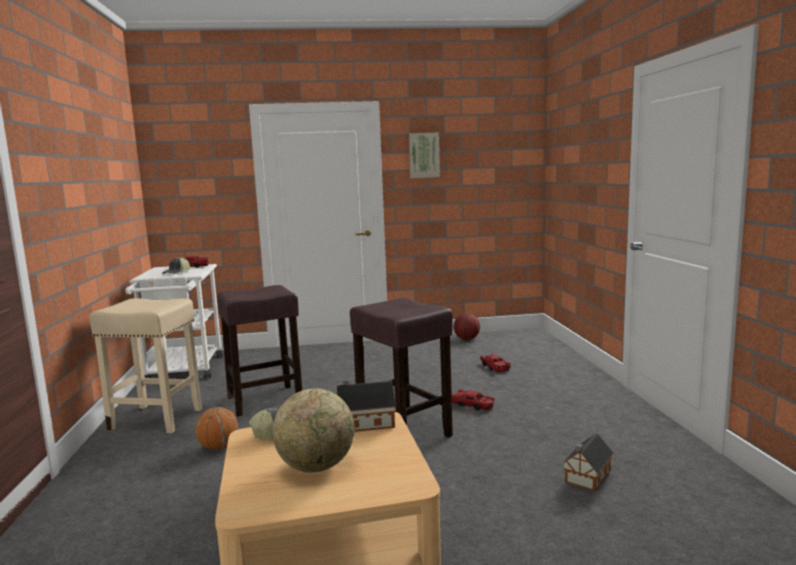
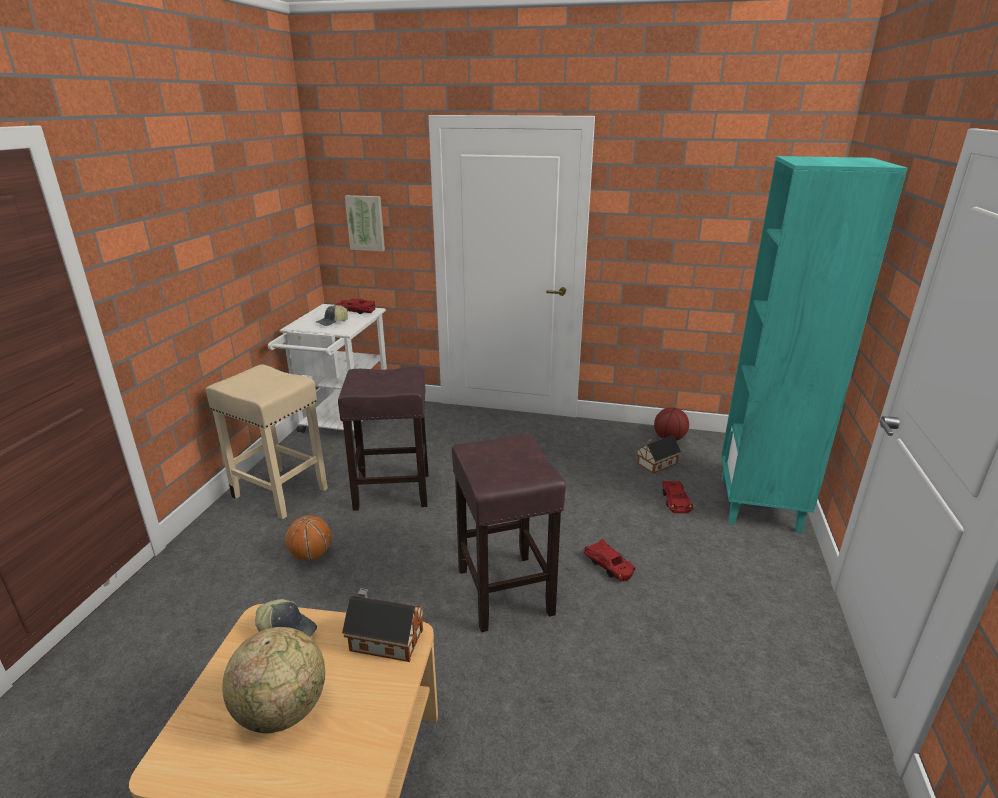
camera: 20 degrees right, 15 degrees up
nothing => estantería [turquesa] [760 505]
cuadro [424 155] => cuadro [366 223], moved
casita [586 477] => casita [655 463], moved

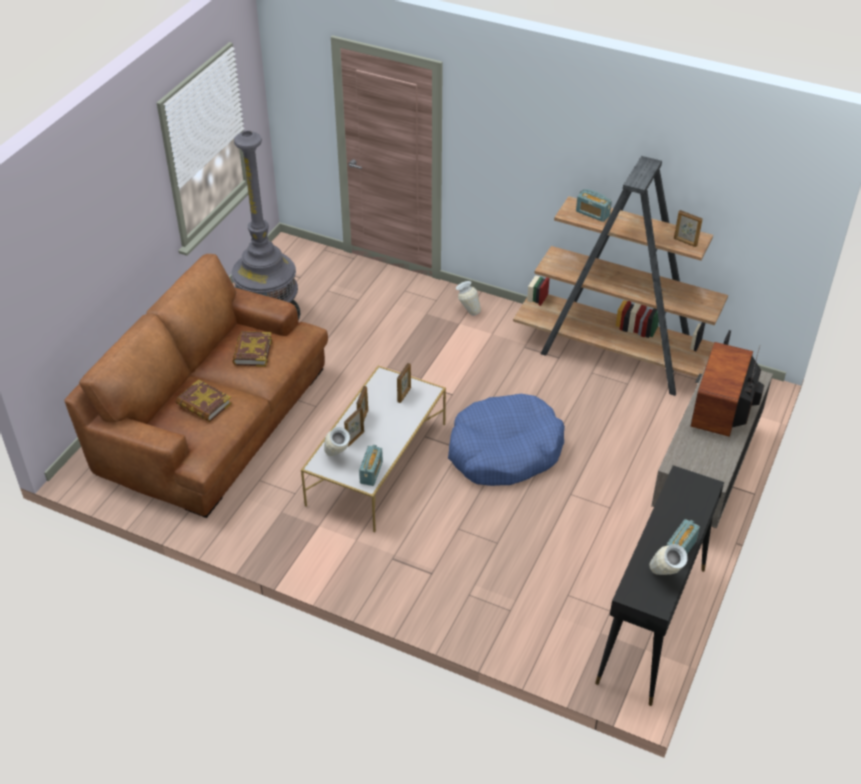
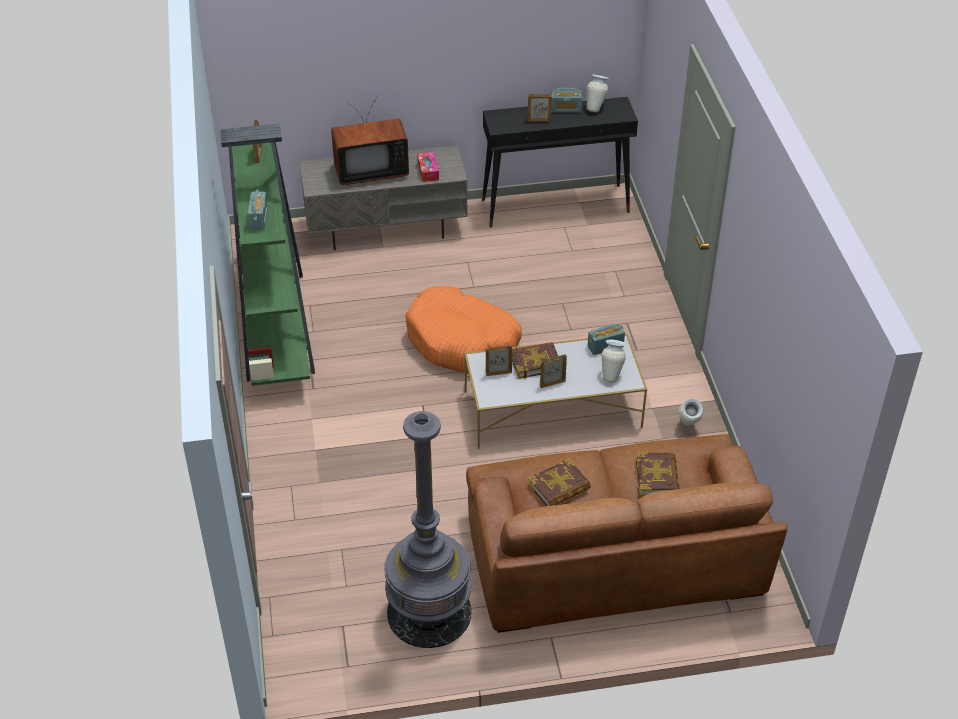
camera: 125 degrees left, 0 degrees up
nothing => caja de pañuelos [428 171]
nothing => libro [535 362]
portarretratos [354 438] => portarretratos [539 121], moved
florero [467 311] => florero [687 429], moved
cama para perro [azul] [504 451] => cama para perro [naranja] [462 341]
estantería [marrón] [619 356] => estantería [verde] [275 323]

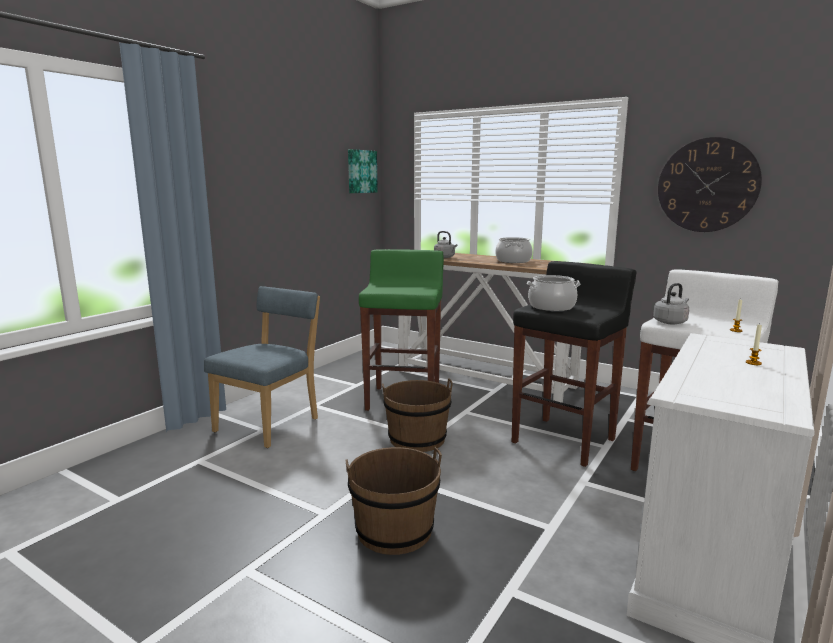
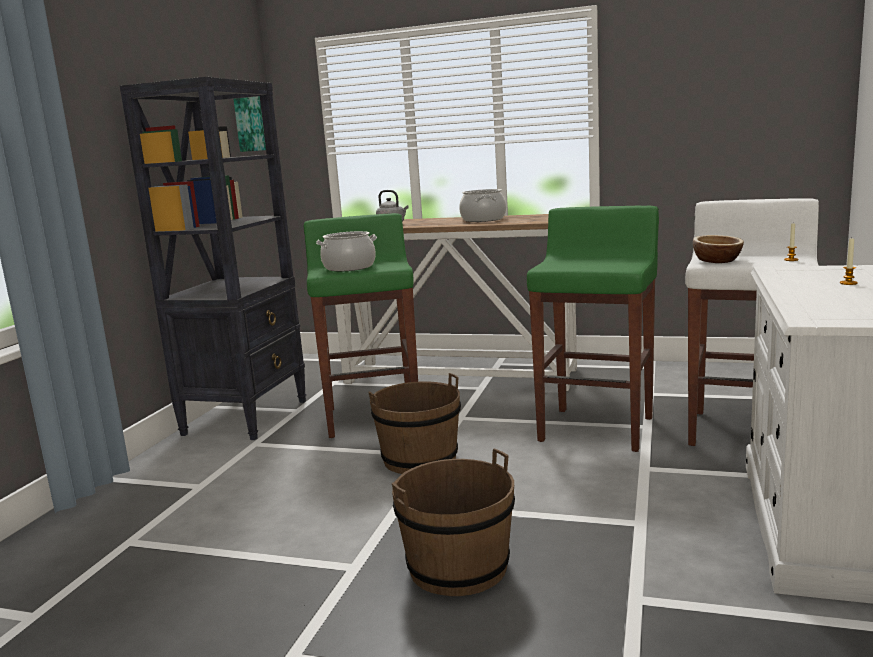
camera: 15 degrees left, 0 degrees up
silla [azul] [271 423] => nothing
reloj de pared [707 185] => nothing
nothing => estantería [negro] [247 417]
olla [551 307] => olla [349 267], moved
hervidor [gris] [671 322] => cuenco [717 261]
taburete [negro] [564 440] => taburete [verde] [597 428]

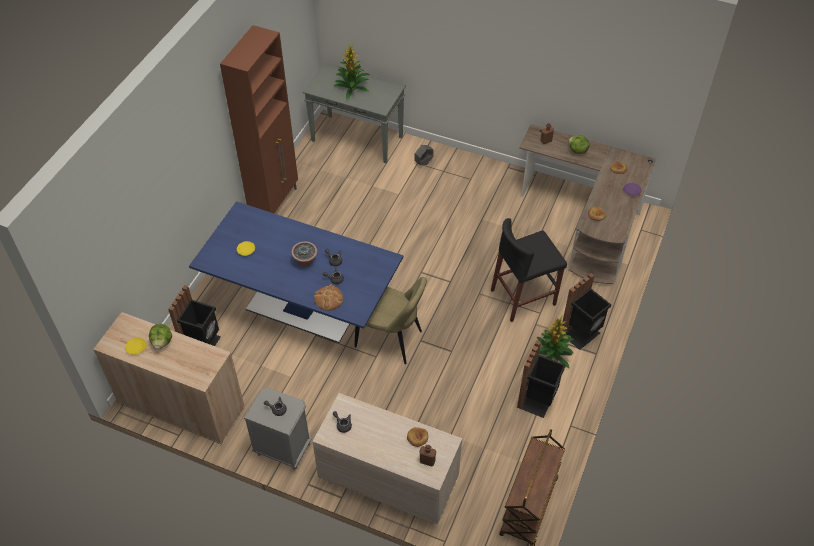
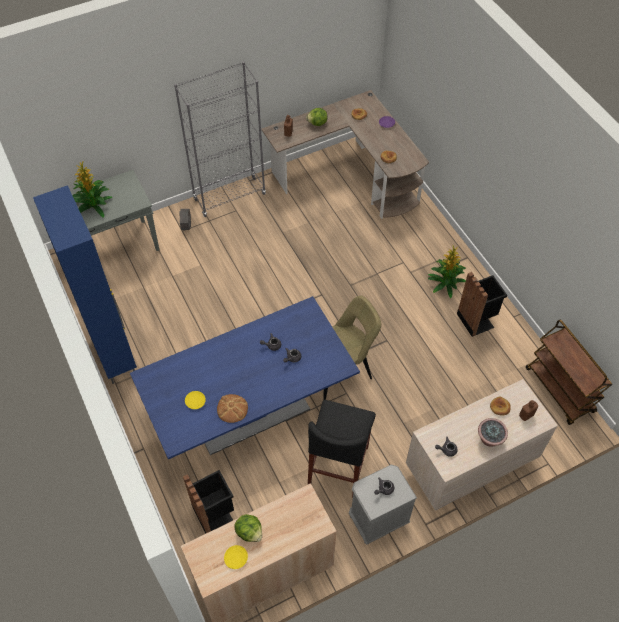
camera: 50 degrees left, 5 degrees up
papelera [negro] [581 334] => nothing
nothing => estantería [gris] [229 197]
planta en maceta [305 261] => planta en maceta [489 439], moved
pan [329 298] => pan [232 408], moved
taburete [negro] [523 297] => taburete [negro] [338 465], moved
armario [marrón] [275 202] => armario [azul] [114 355]

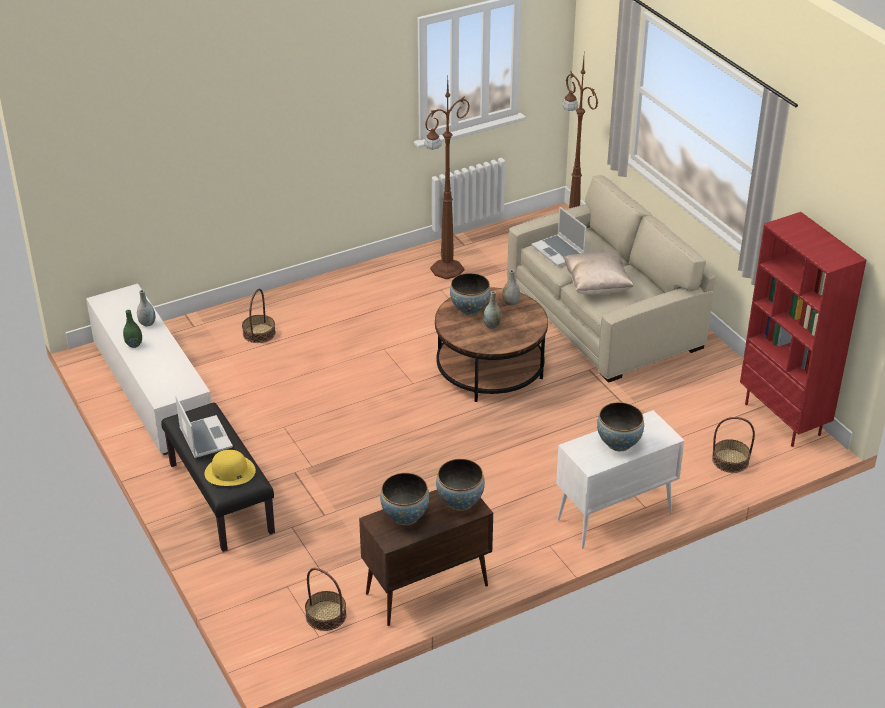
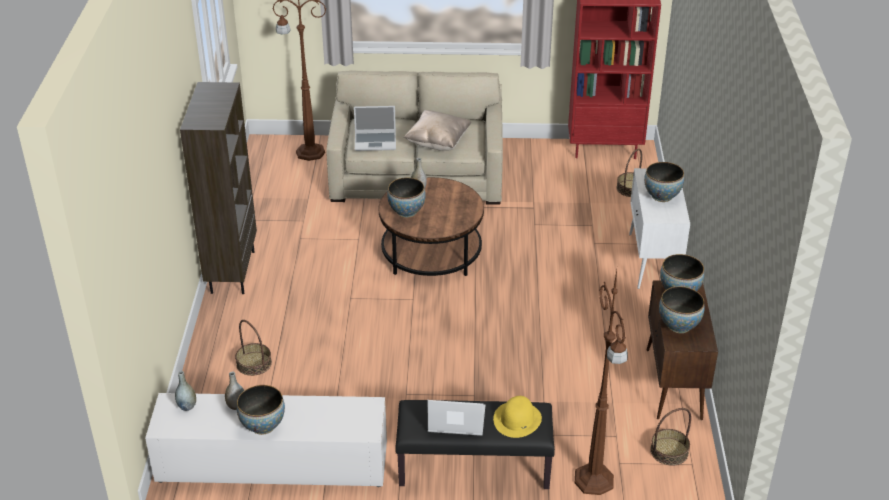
camera: 60 degrees left, 0 degrees up
nothing => estantería [marrón] [232 271]
lámpara de pie [marrón] [445 270] => lámpara de pie [marrón] [594 481], moved
florero [gris] [492 326] => florero [gris] [187 406], moved
florero [verde] [134 344] => cuenco [263 426]

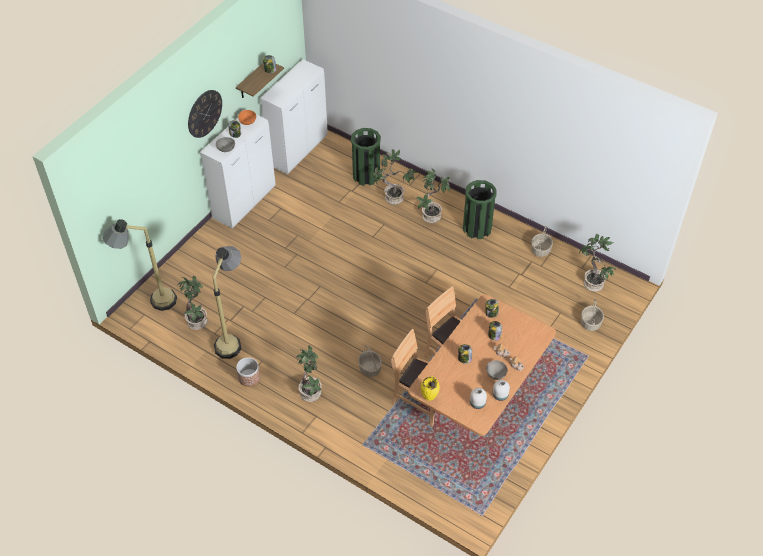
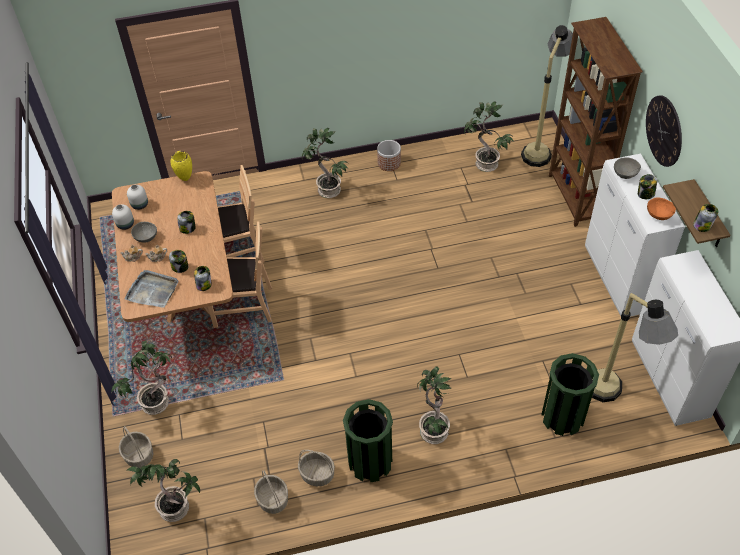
camera: 135 degrees right, 0 degrees up
nothing => bandeja [gris] [152 290]
nothing => estantería [marrón] [575 198]
lámpara de pie [233 337] => lámpara de pie [613 399], moved
cesta [370 368] => cesta [317 474], moved
planta en maceta [393 198] => planta en maceta [155 401], moved

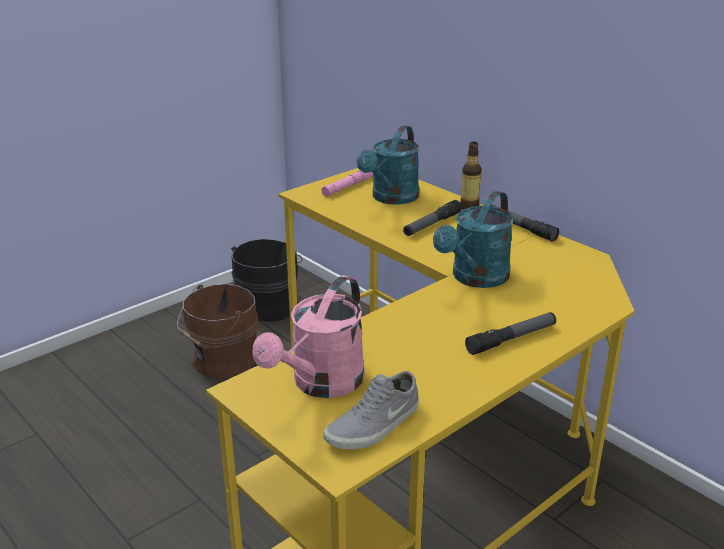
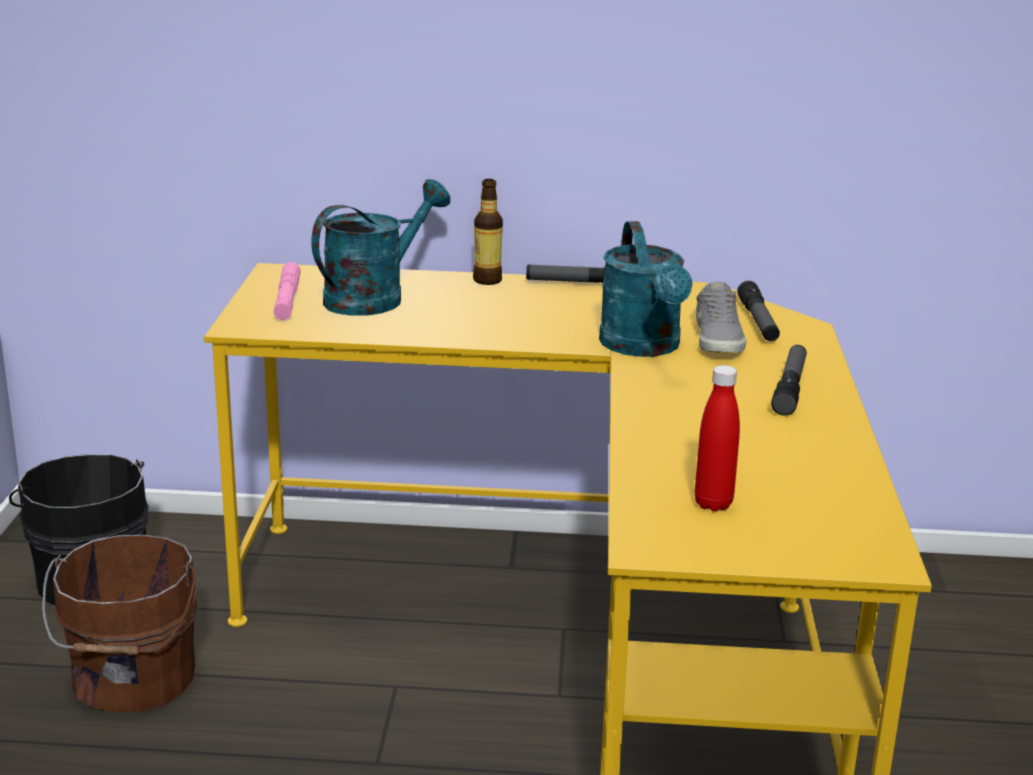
camera: 45 degrees left, 5 degrees down
zapato [gris] [374 426] => zapato [gris] [719 339], moved
linterna [432 224] => linterna [758 321], moved
regadera [rosa] [321 384] => botella [rojo] [713 504]
regadera [turquesa] [391 198] => regadera [turquesa] [374 297], 120 degrees counterclockwise

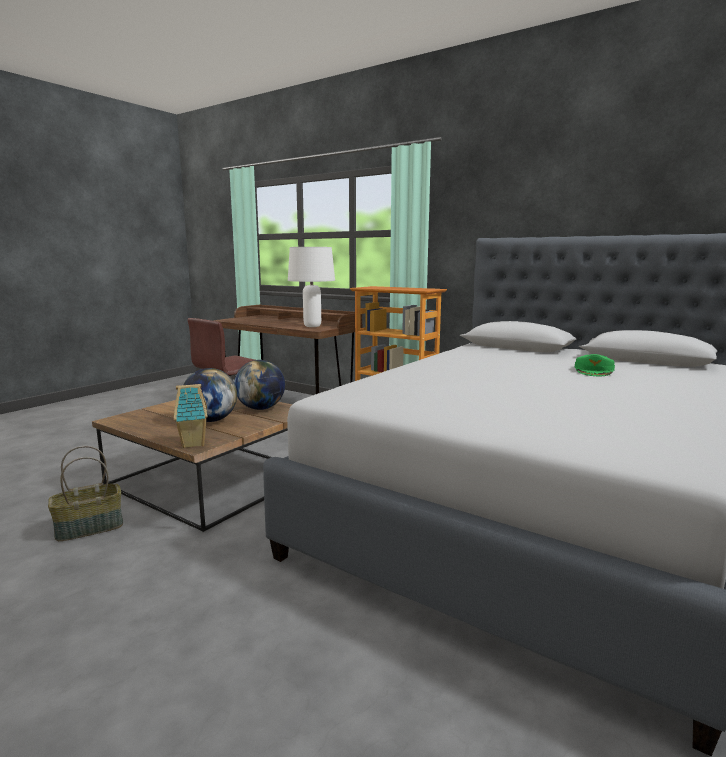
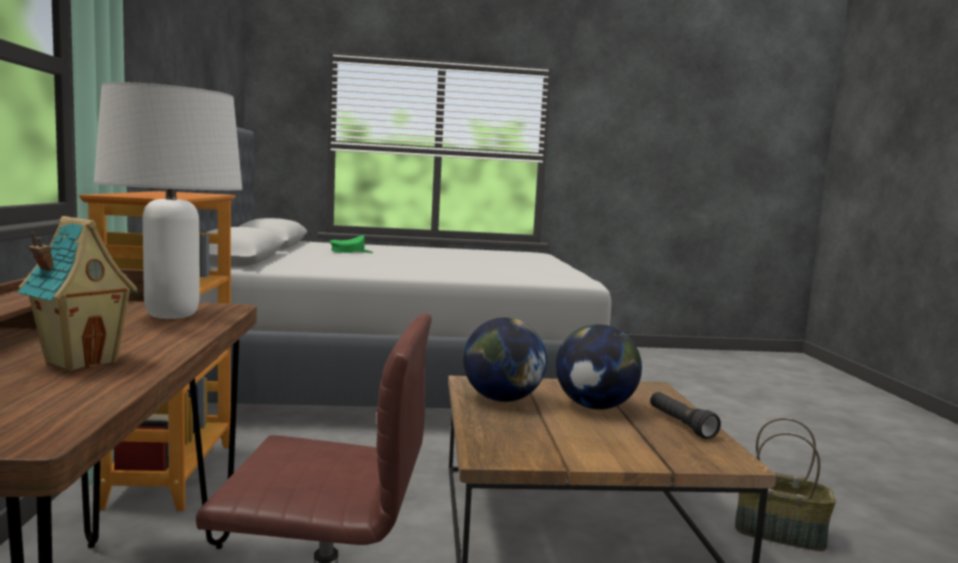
camera: 130 degrees left, 5 degrees down
nothing => linterna [negro] [680 425]
casita [194 443] => casita [81 361], moved

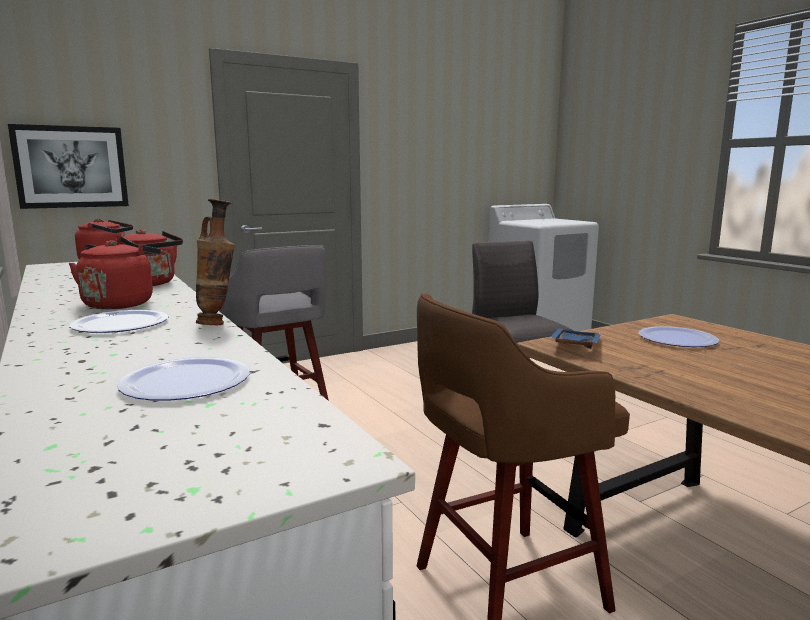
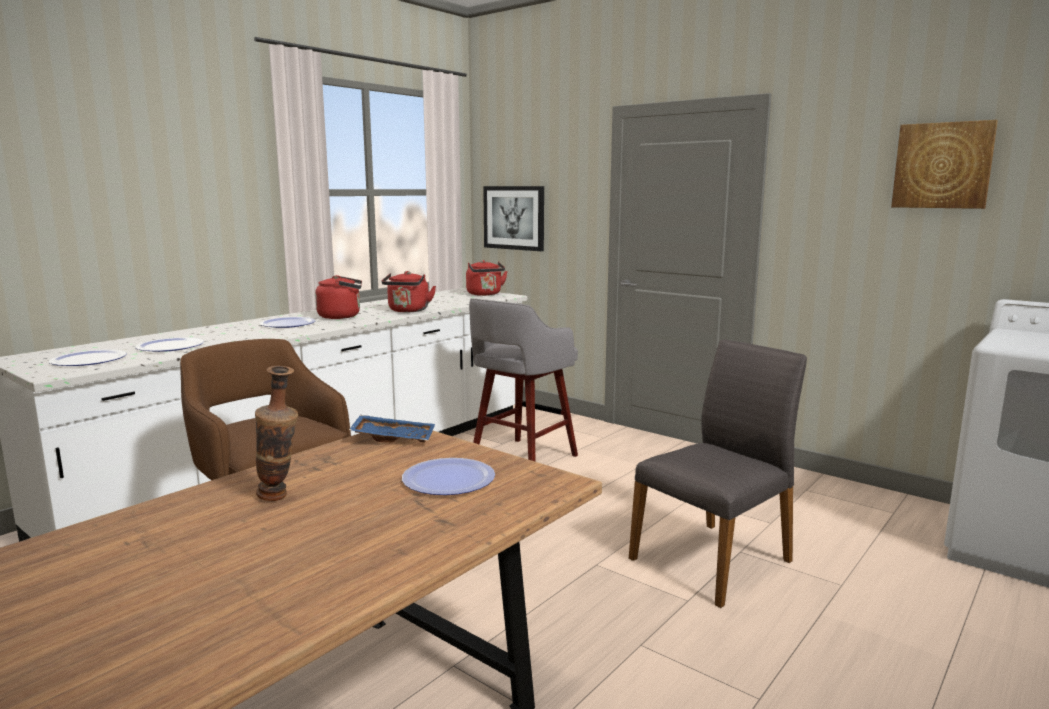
camera: 70 degrees right, 0 degrees up
nothing => plato [88 360]
nothing => cuadro [942 165]
florero [218 324] => florero [280 498], moved

